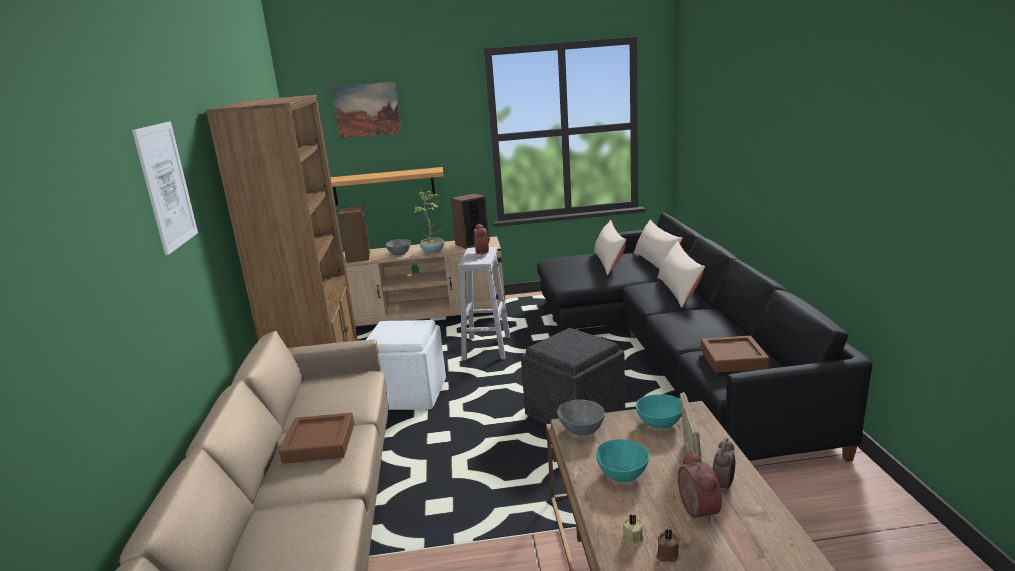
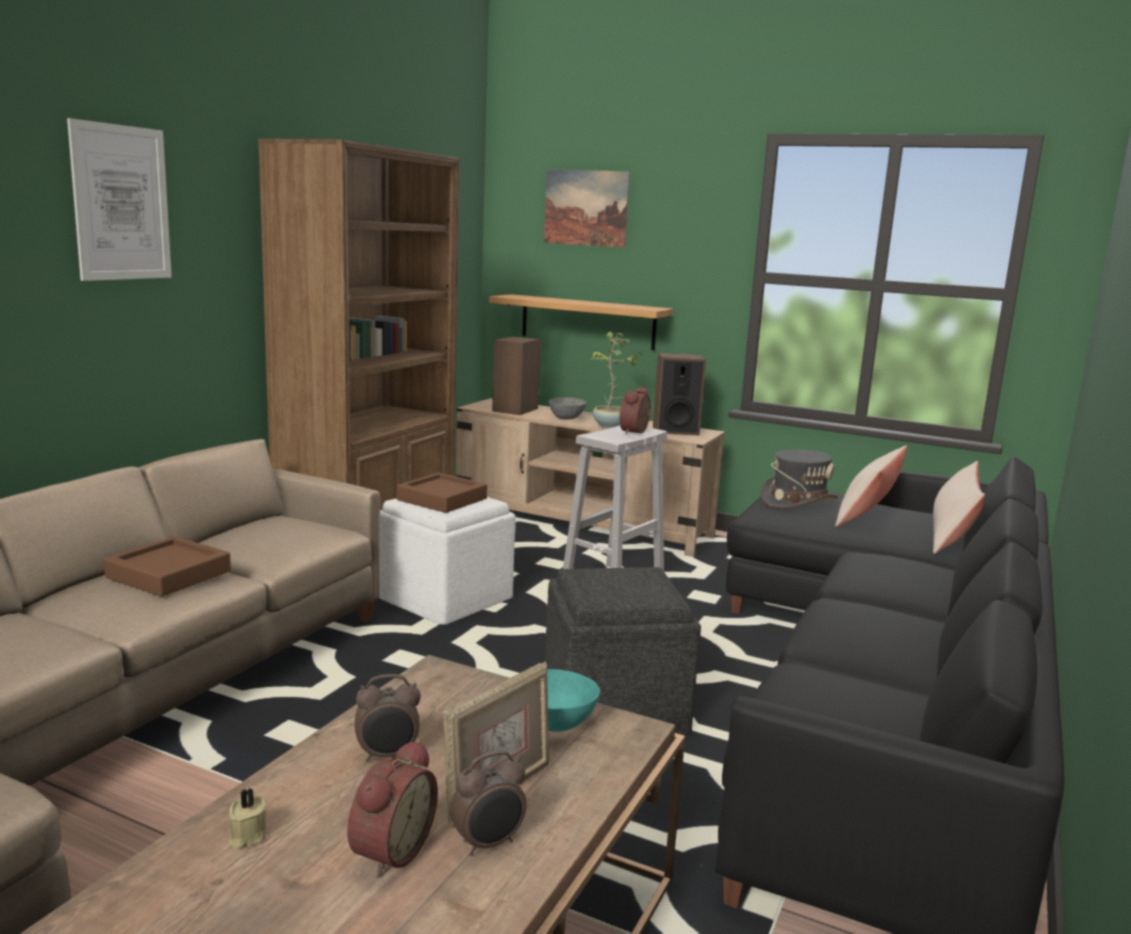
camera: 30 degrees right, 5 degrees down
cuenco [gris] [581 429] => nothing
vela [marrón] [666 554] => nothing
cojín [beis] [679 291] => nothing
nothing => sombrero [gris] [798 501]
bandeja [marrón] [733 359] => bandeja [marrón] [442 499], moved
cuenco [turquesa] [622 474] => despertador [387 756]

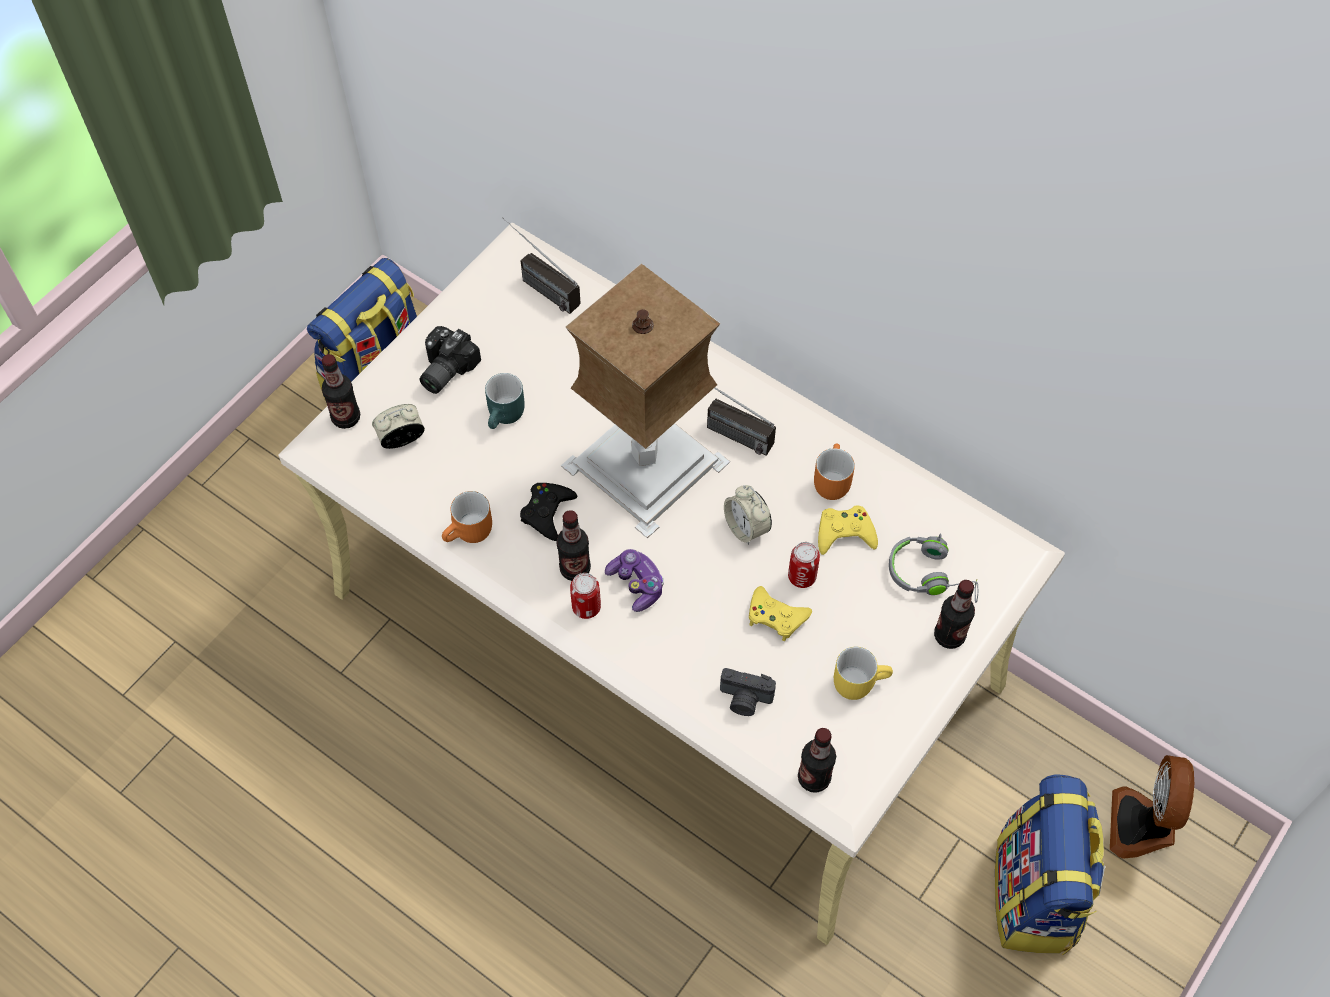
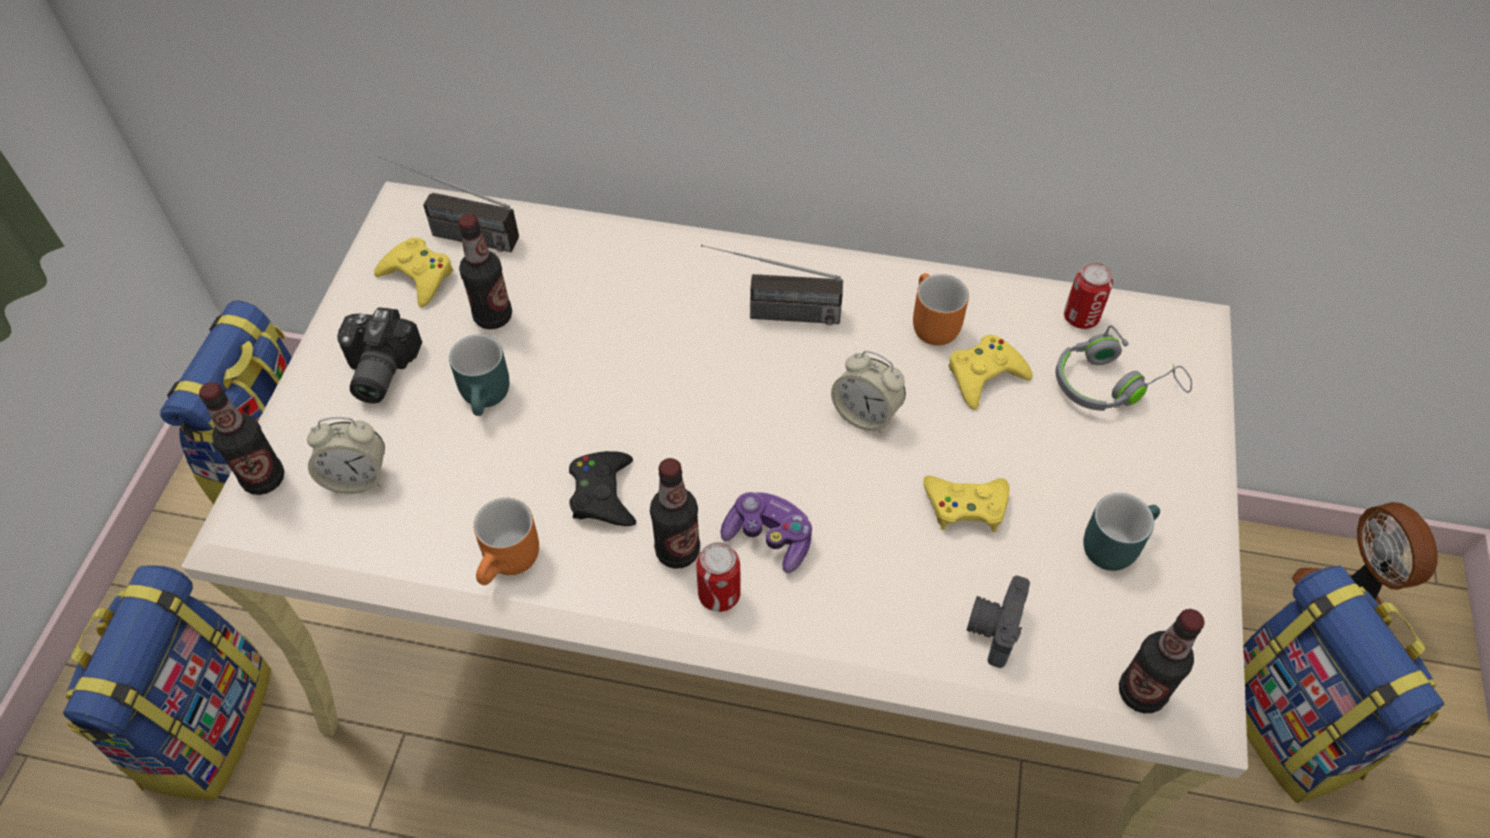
camera: 25 degrees left, 5 degrees down
lámpara de mesa [649 464] => nothing
nothing => mochila [205 725]
nothing => mando de consola [amarillo] [418 276]
lata [802 576] => lata [1080 317], moved
botella [949 636] => botella [493 316], moved
taza grande [amarillo] [858 680] => taza grande [turquesa] [1113 542]
despertador [402 439] => despertador [357 477], 135 degrees counterclockwise
cámara [744 700] => cámara [992 628], 120 degrees clockwise

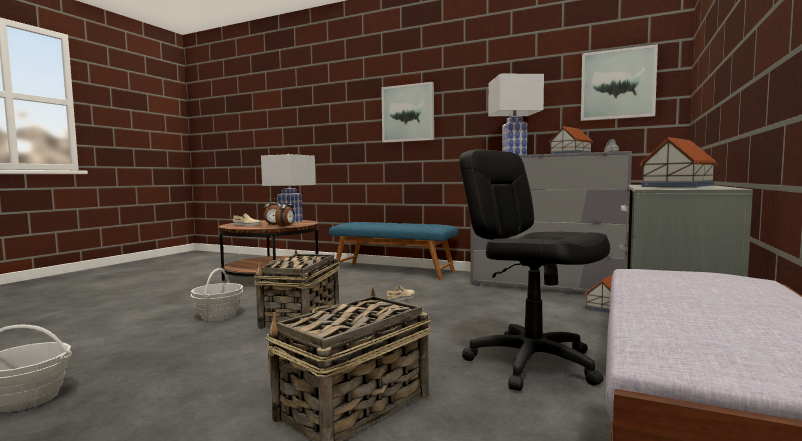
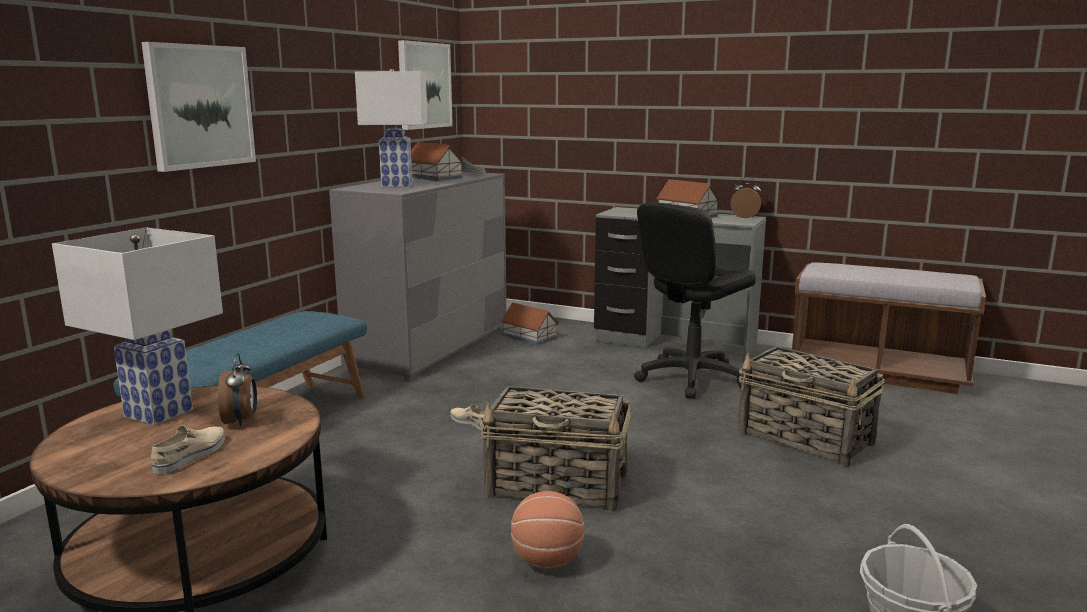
camera: 90 degrees left, 10 degrees up
despertador [286 226] => despertador [745 217], moved
cesta [218 316] => balón de baloncesto [547 561]

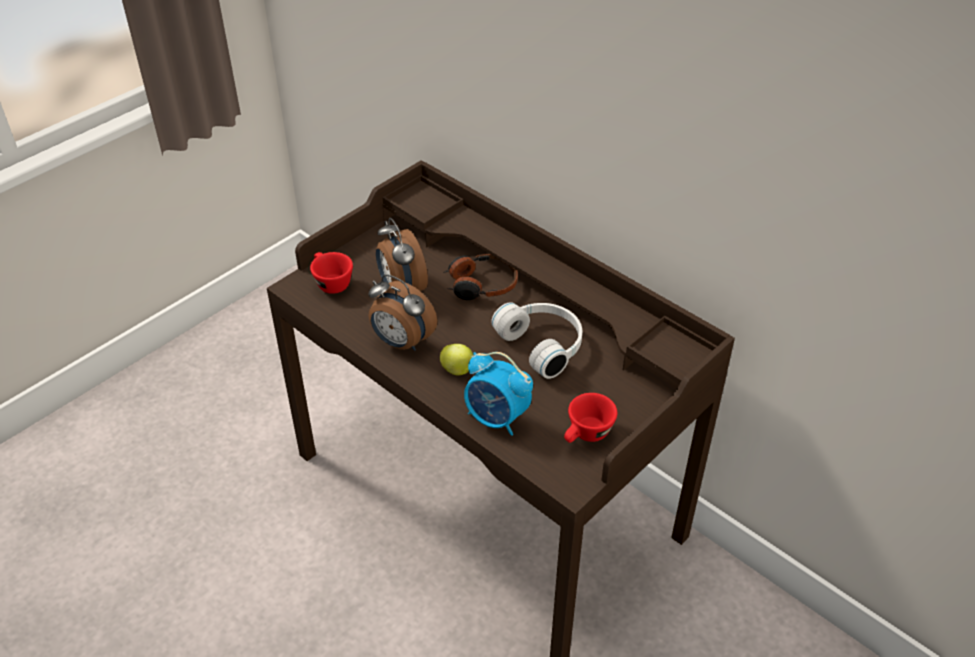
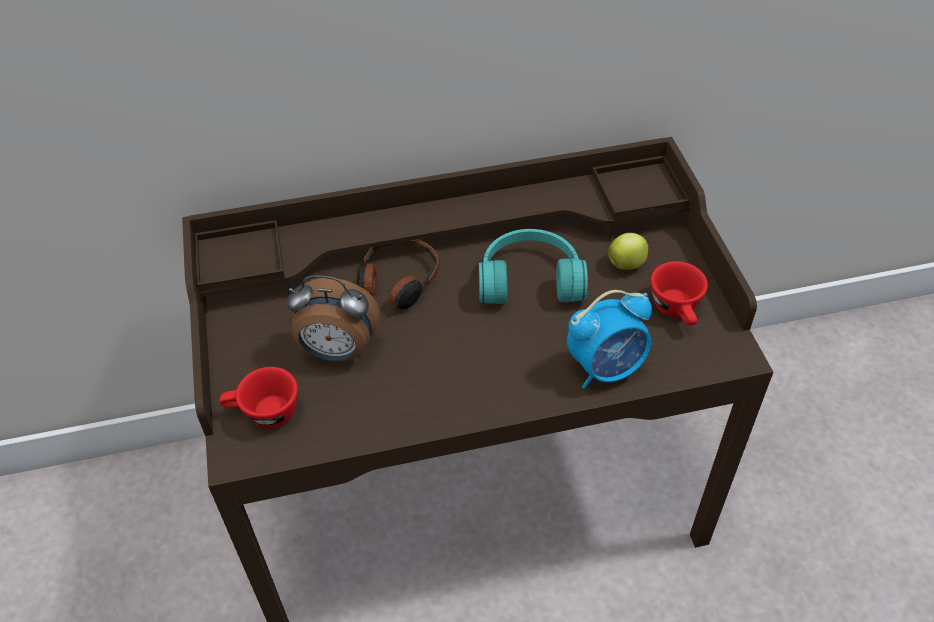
camera: 55 degrees left, 5 degrees up
despertador [401 342] => nothing
manzana [458 370] => manzana [627 264], moved
auriculares [blanco] [544 344] => auriculares [turquesa] [530 279]

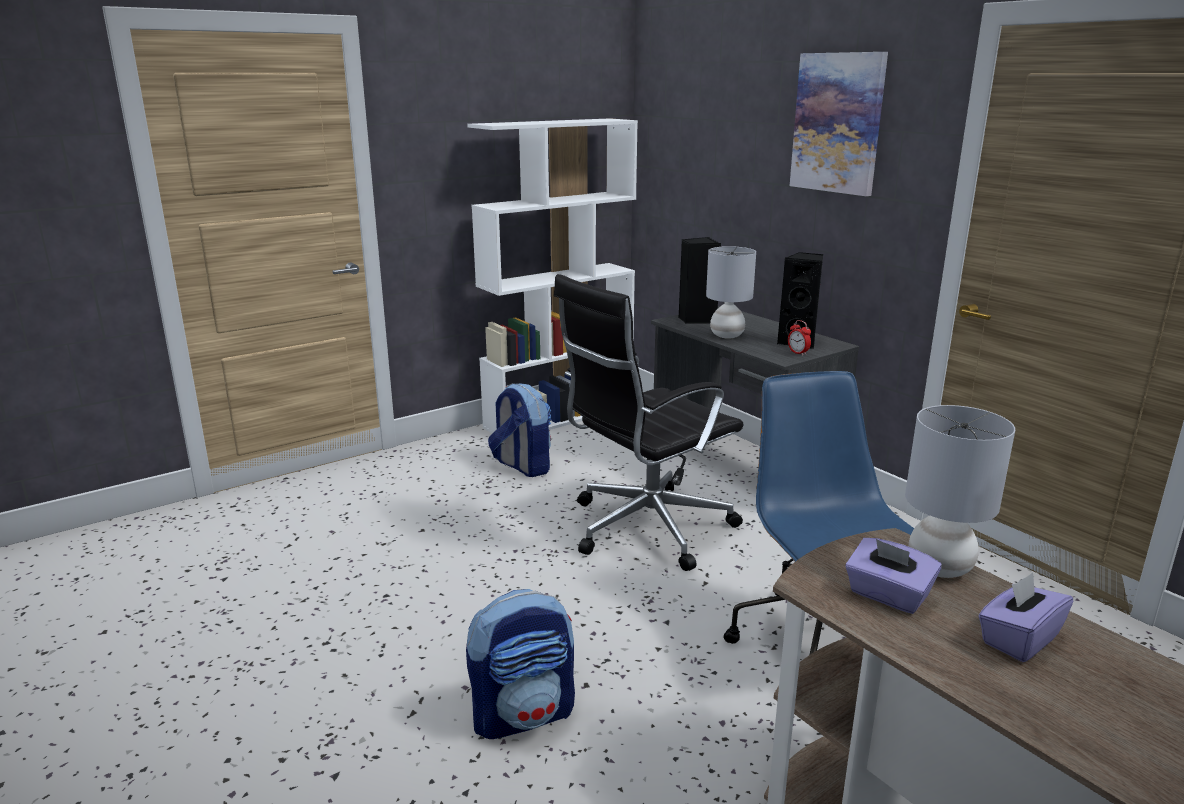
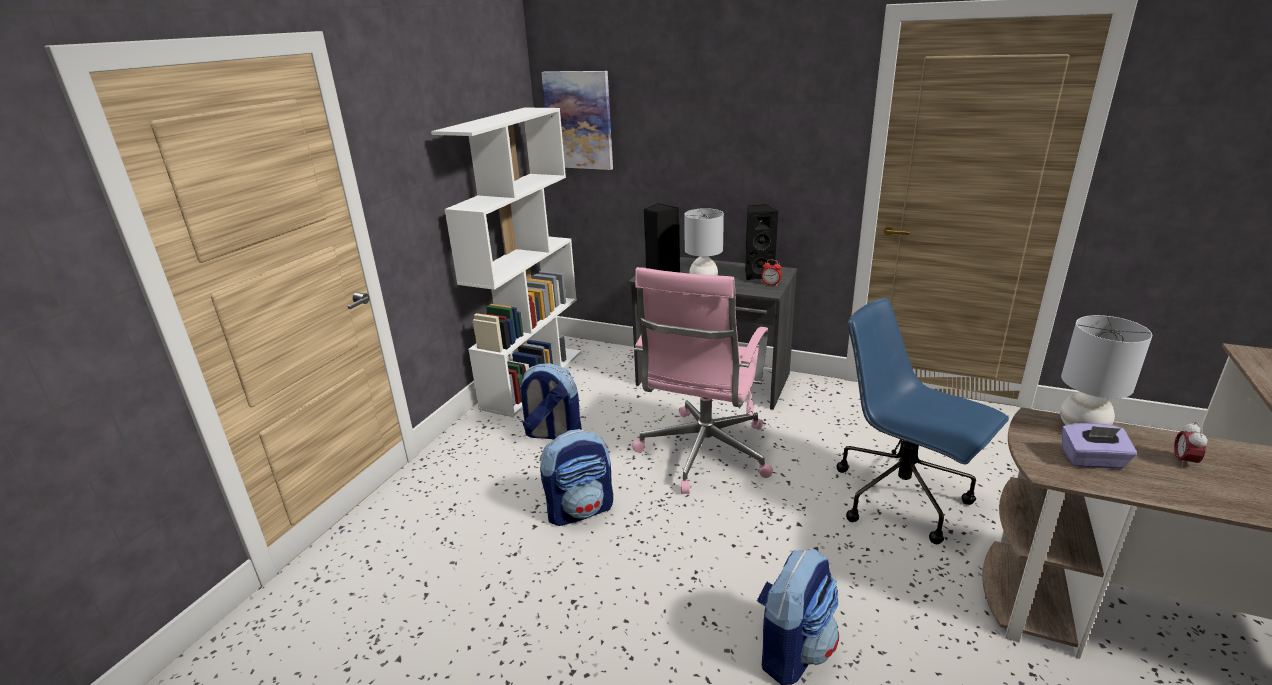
camera: 30 degrees left, 5 degrees up
nothing => mochila [580 510]
cuadro [838 123] => cuadro [579 120], moved
caja de pañuelos [morado] [1018 639] => despertador [1183 462]
silla de oficina [negro] [645 528] => silla de oficina [rosa] [703 454]

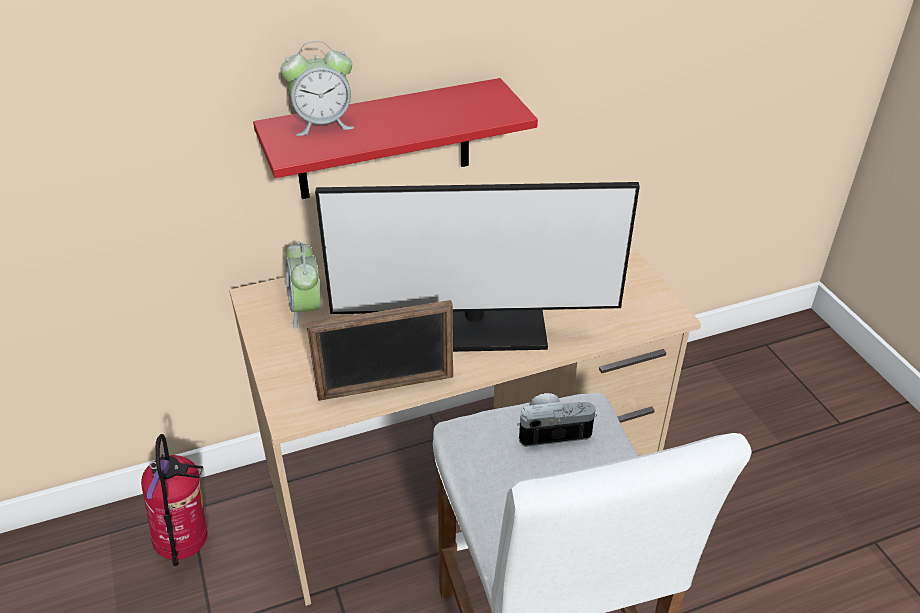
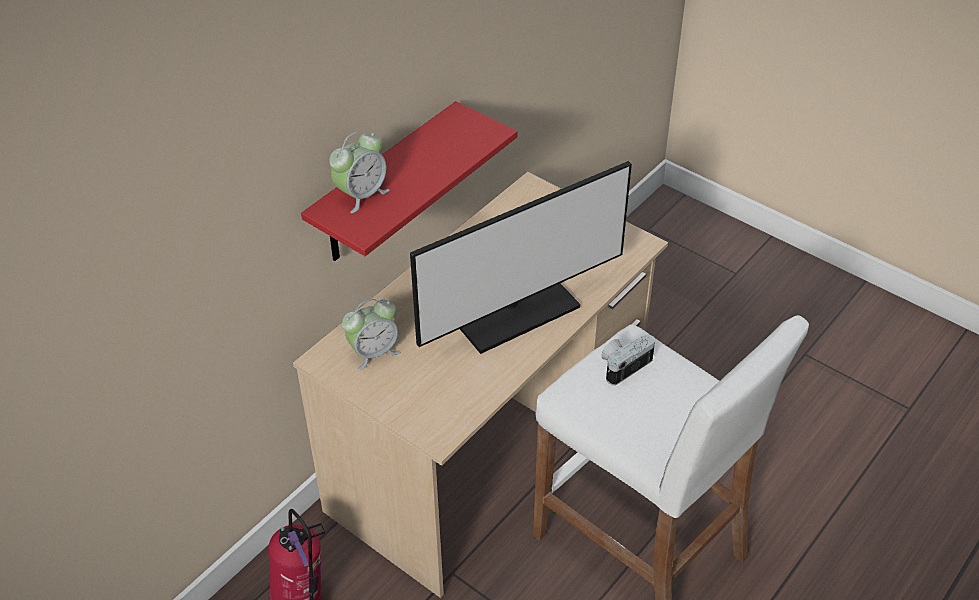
camera: 30 degrees left, 5 degrees up
portarretratos [386 387] => nothing
despertador [306 309] => despertador [373 352], 75 degrees counterclockwise

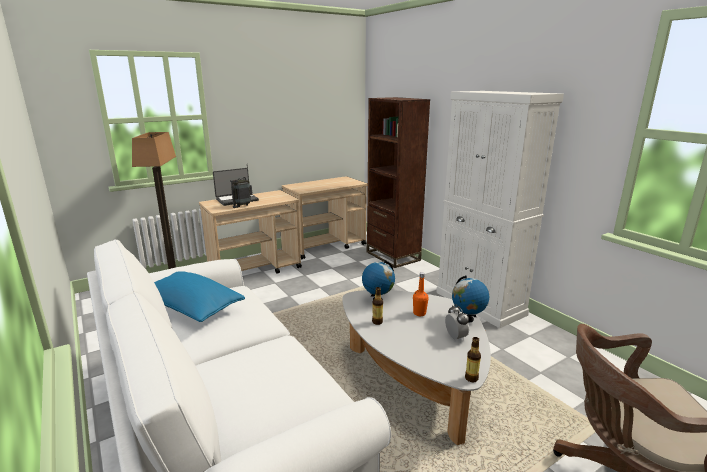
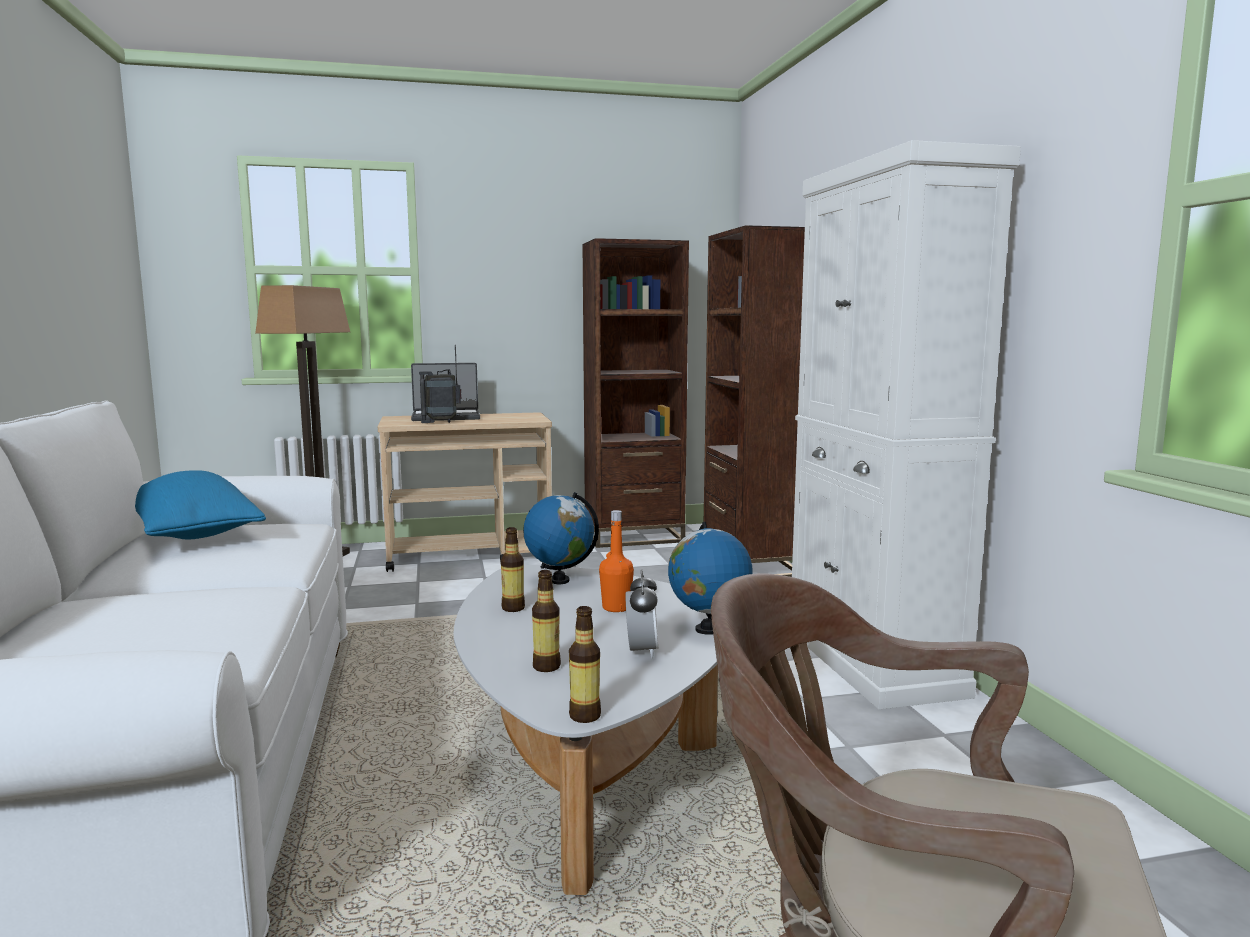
camera: 20 degrees right, 10 degrees down
nothing => botella [546 667]
carrito [beis] [326 246] => estantería [marrón] [634 537]

